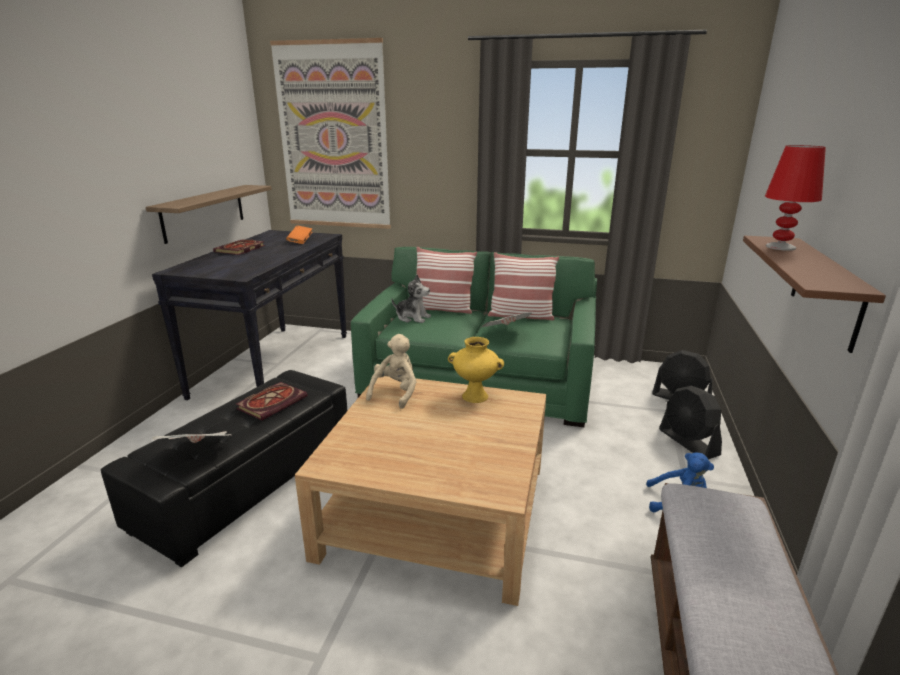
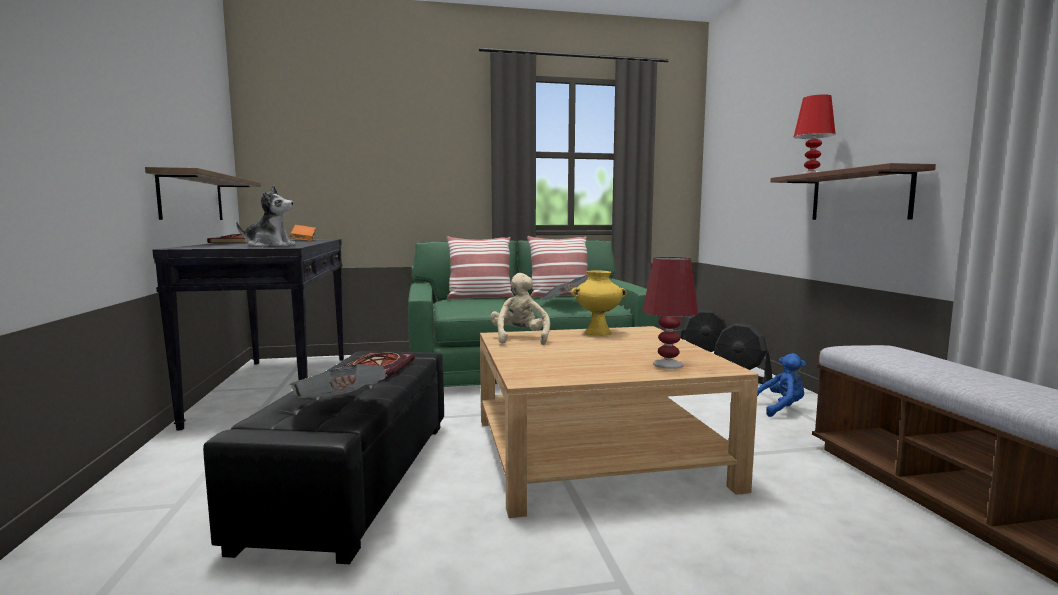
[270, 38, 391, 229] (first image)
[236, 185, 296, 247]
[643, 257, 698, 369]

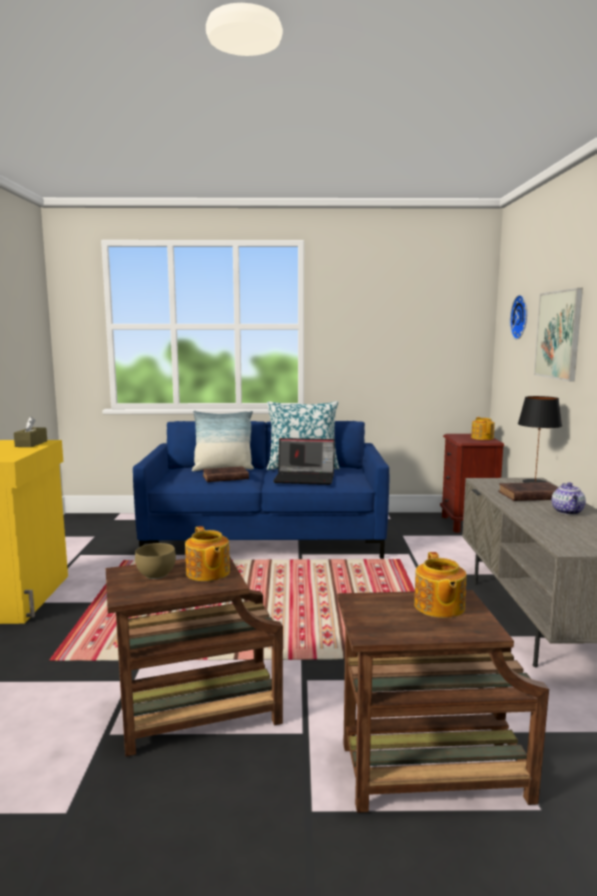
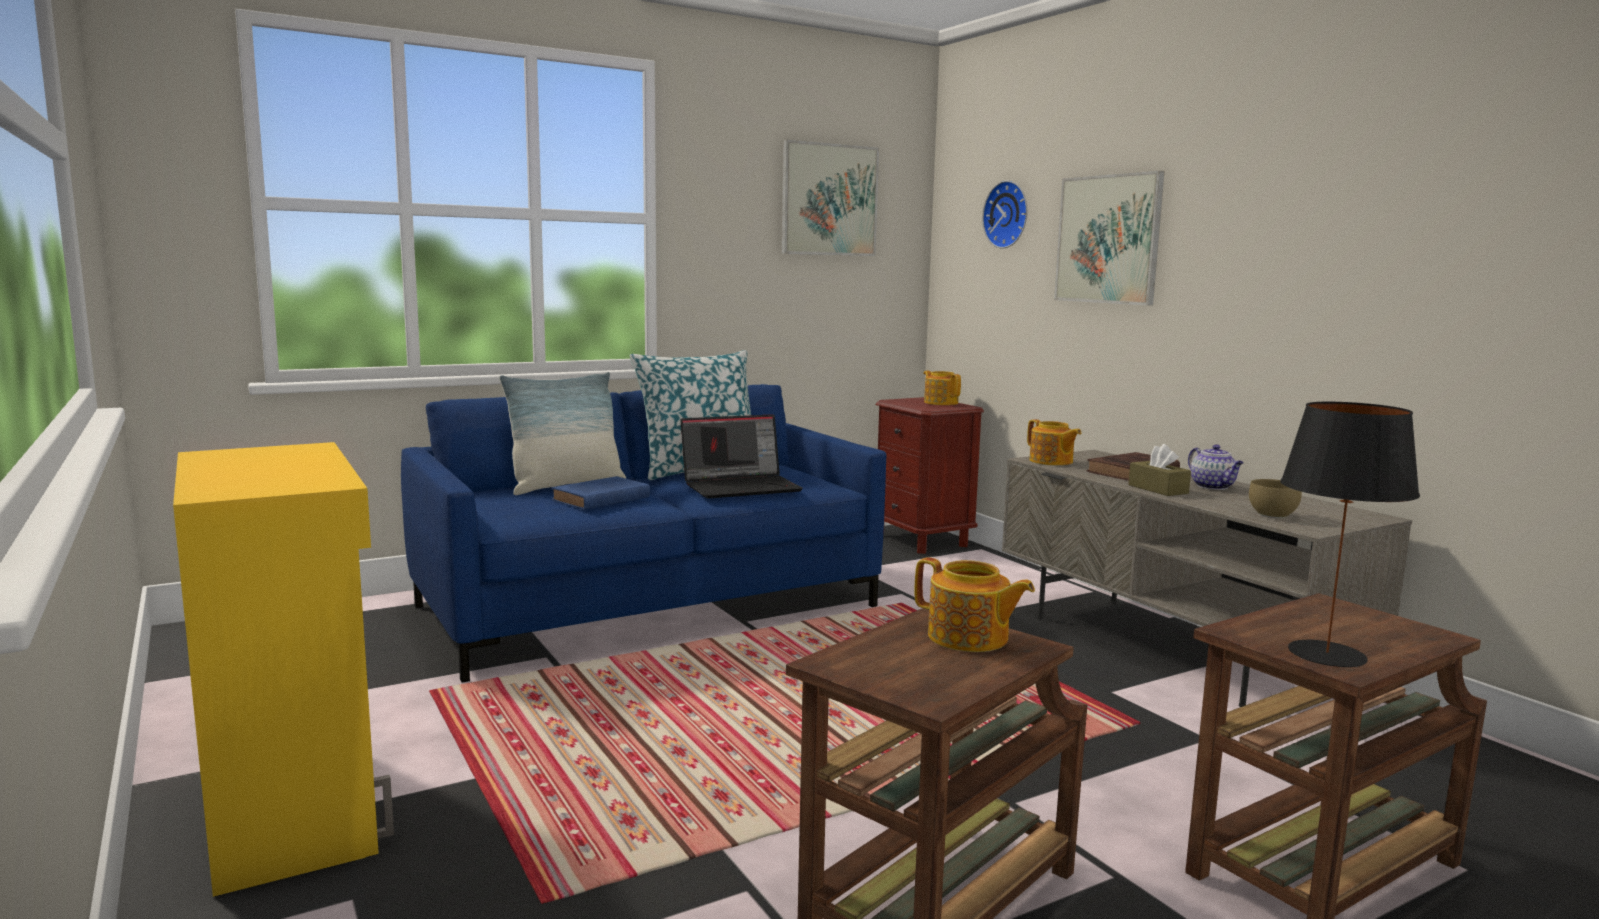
[1128, 444, 1191, 496]
[1249, 479, 1302, 518]
[552, 476, 650, 510]
[1027, 419, 1081, 466]
[1280, 402, 1420, 667]
[782, 140, 879, 256]

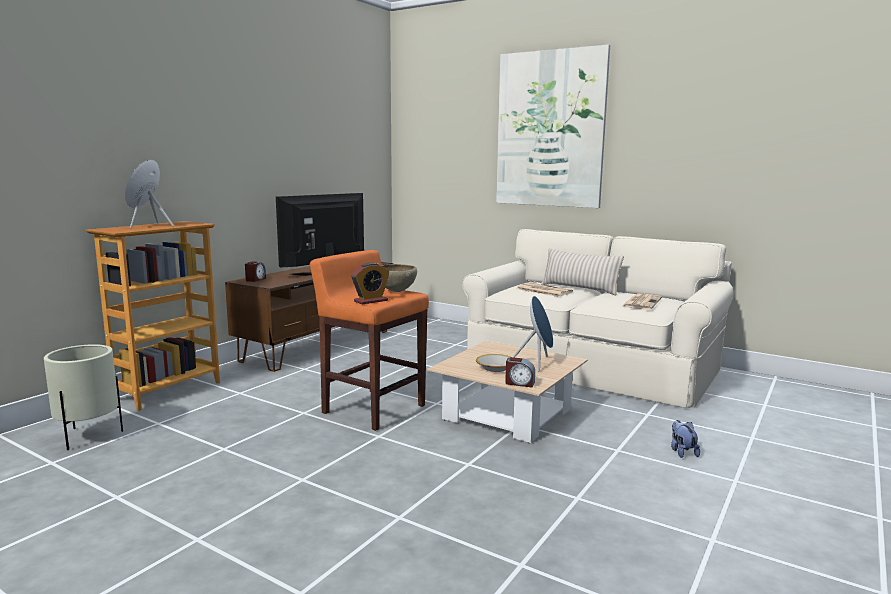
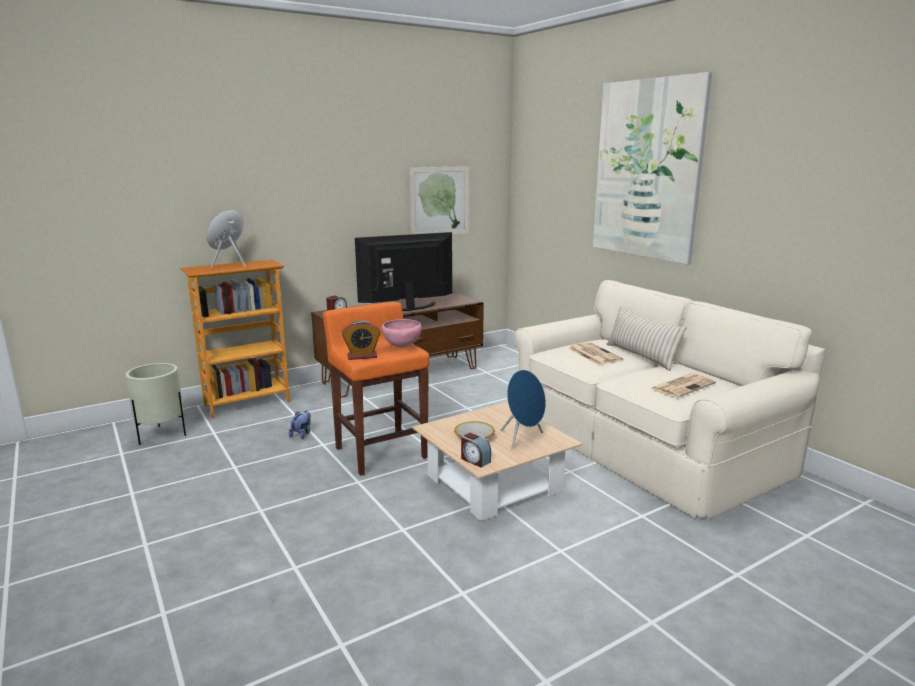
[382, 319, 422, 348]
[289, 411, 311, 439]
[410, 166, 469, 234]

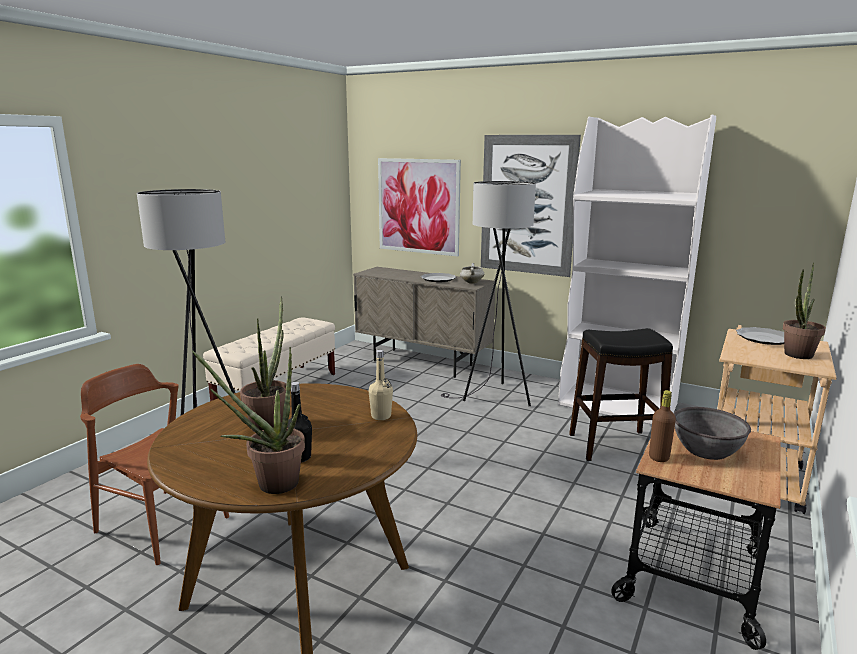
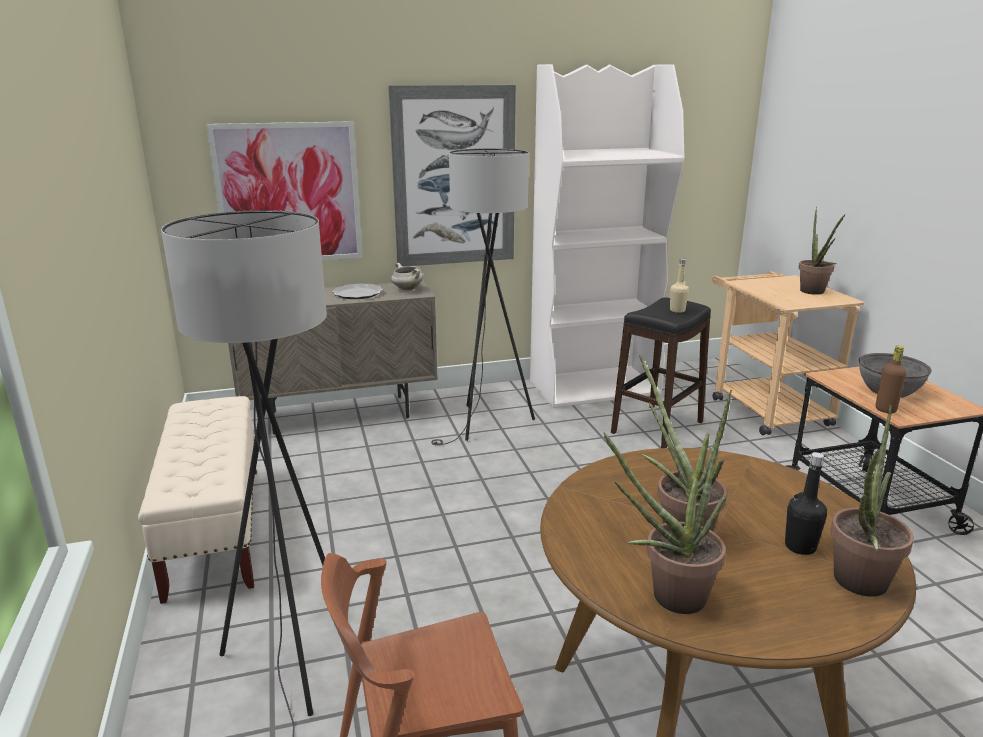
[670, 258, 689, 313]
[736, 327, 784, 345] (first image)
[603, 423, 726, 614]

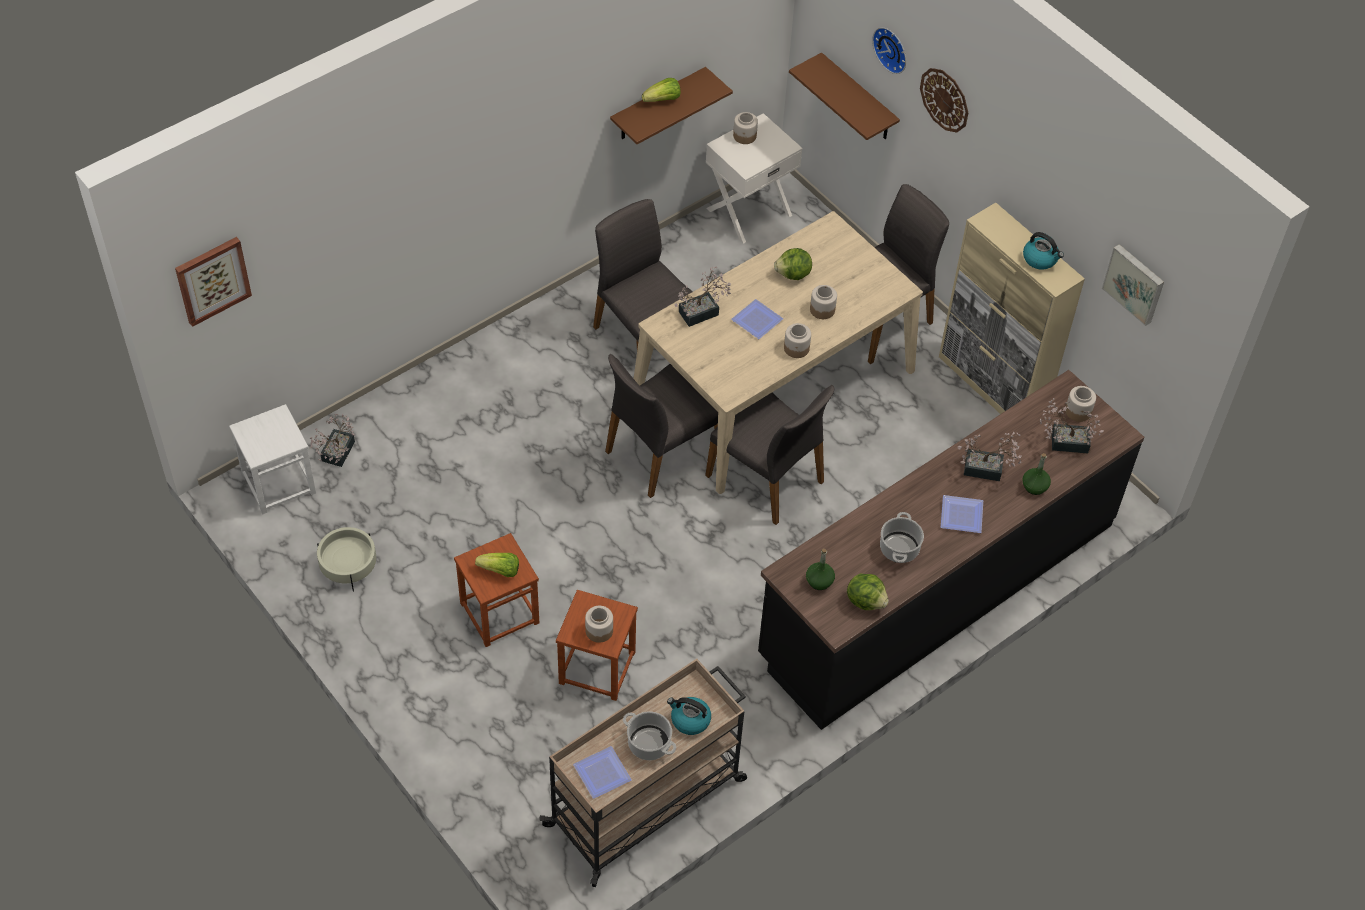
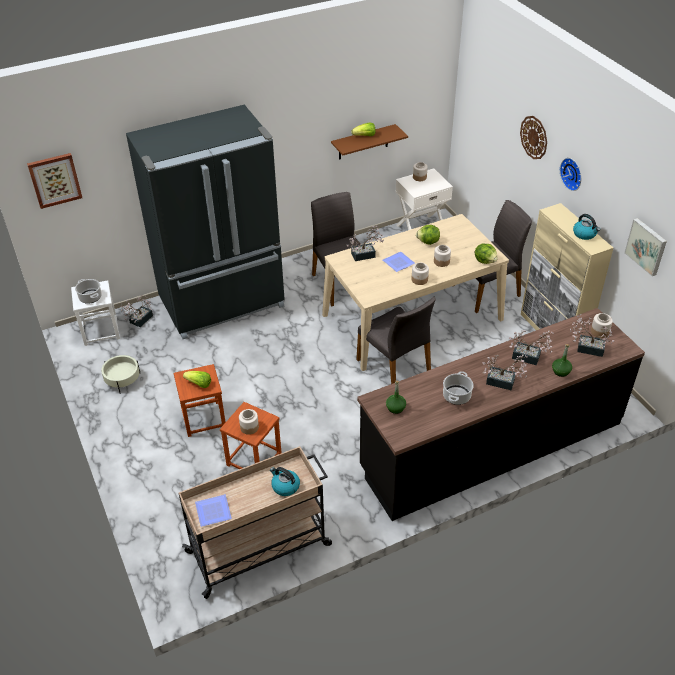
[605, 354, 718, 498] (first image)
[75, 279, 102, 304]
[789, 52, 900, 140] (first image)
[475, 244, 498, 264]
[560, 158, 581, 191]
[482, 355, 528, 390]
[126, 105, 285, 339]

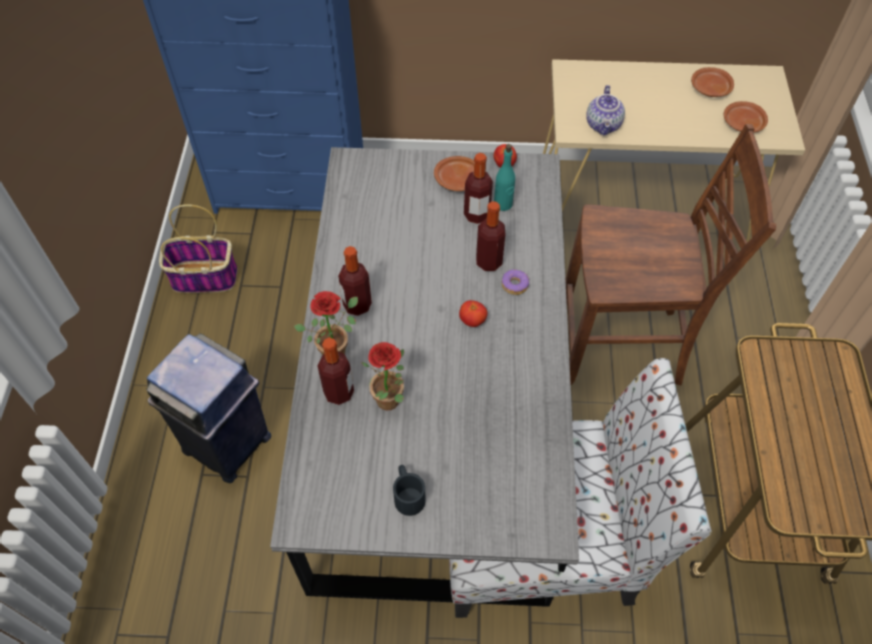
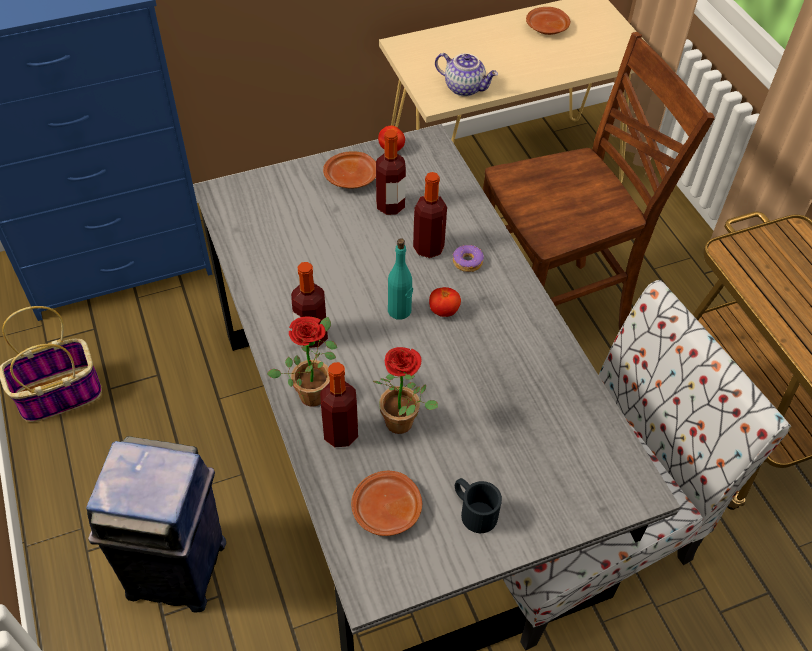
[388, 238, 413, 320]
[435, 53, 498, 97]
[351, 471, 422, 536]

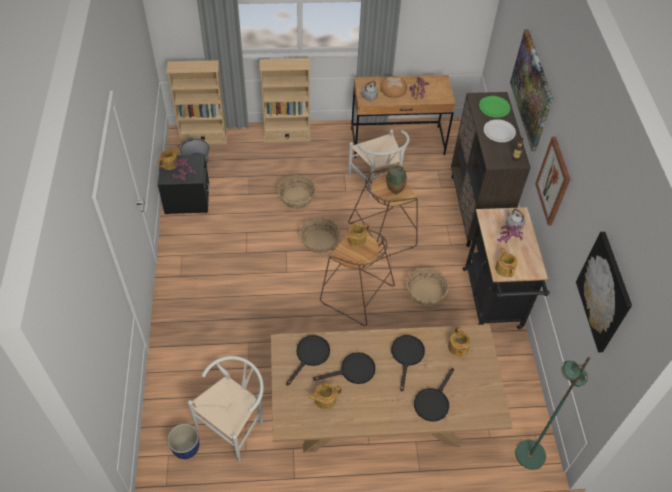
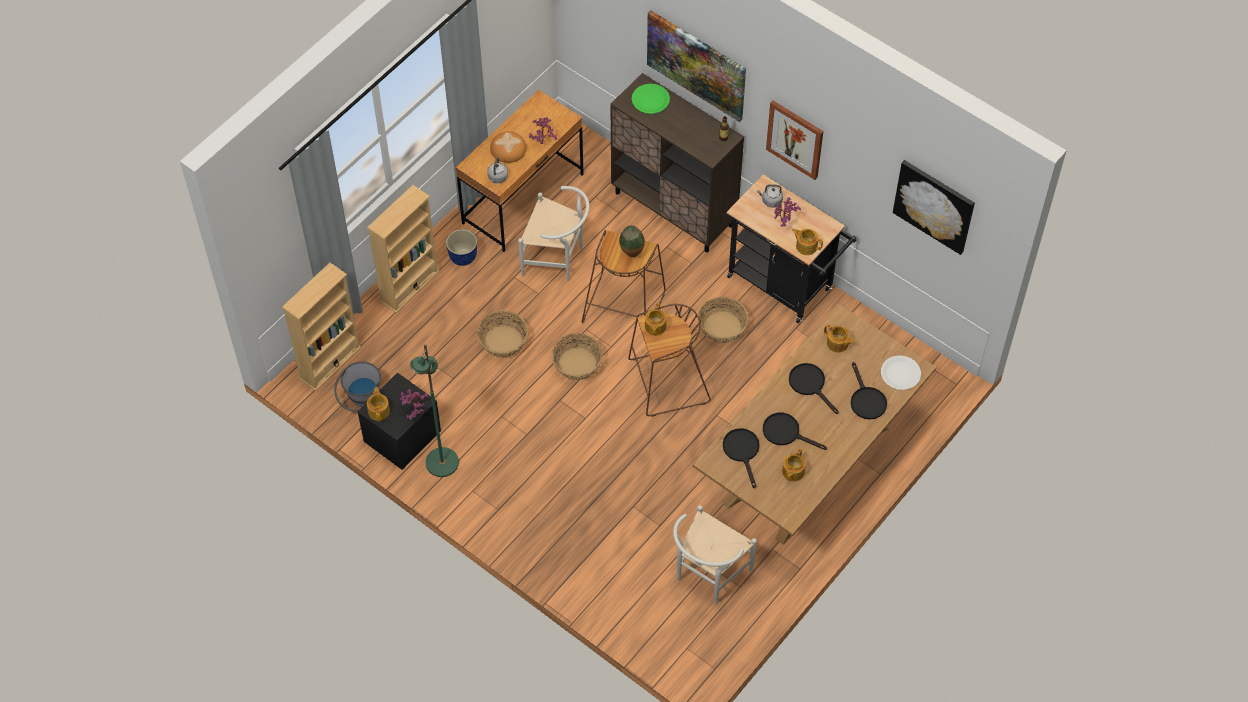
[446, 229, 477, 266]
[673, 505, 757, 604]
[763, 413, 827, 450]
[881, 356, 921, 390]
[410, 344, 459, 477]

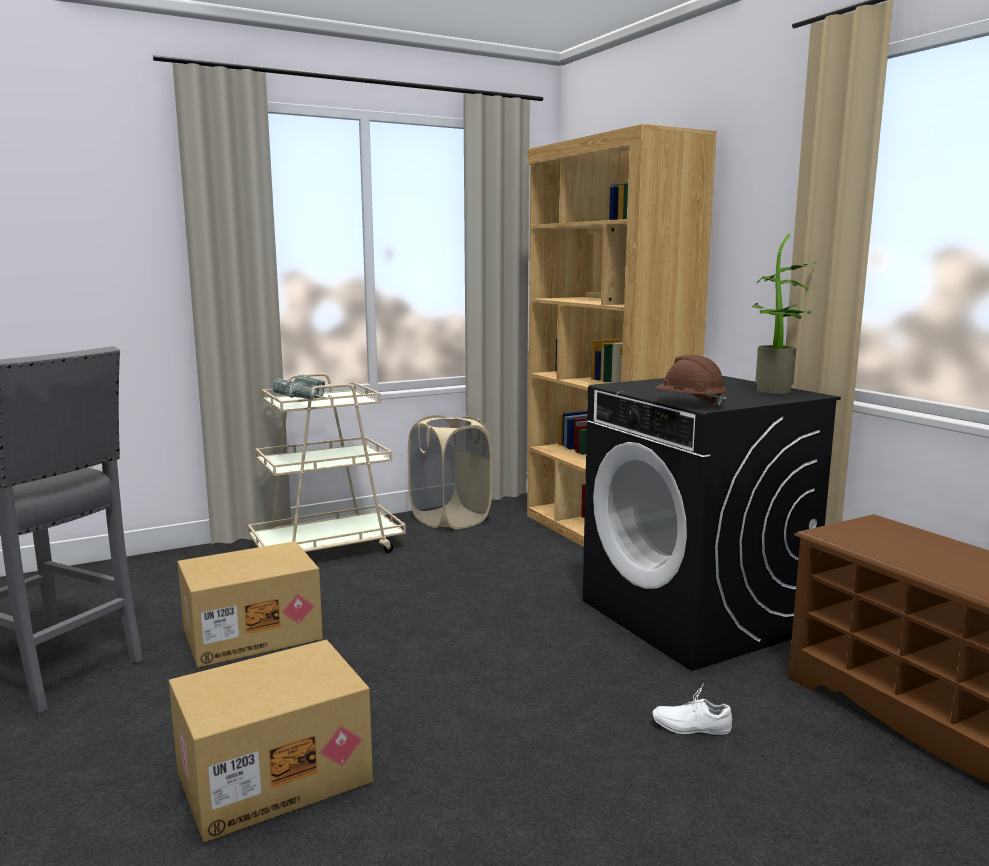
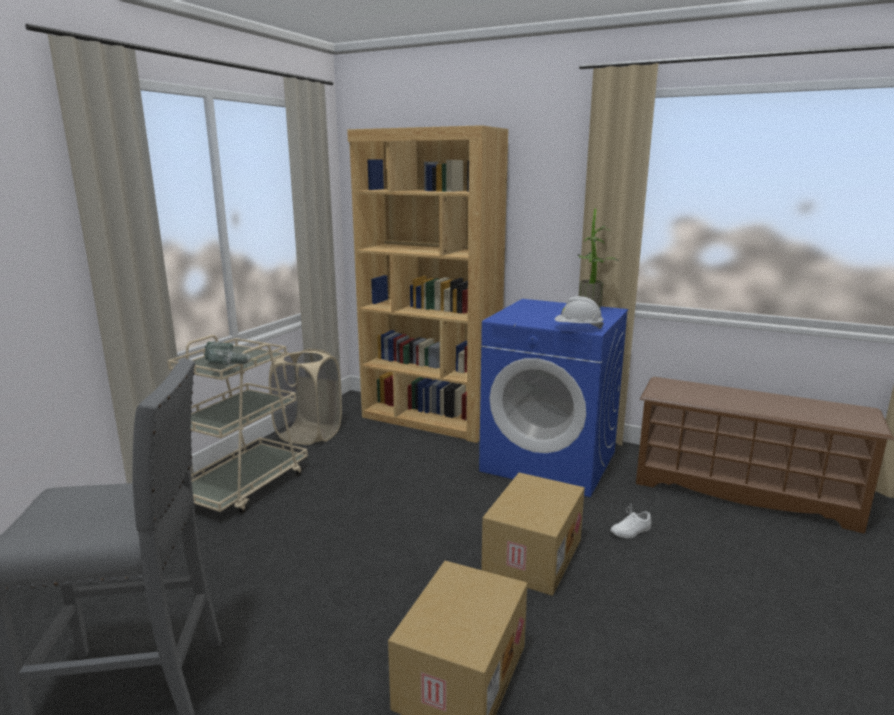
[481, 473, 585, 596]
[479, 299, 628, 497]
[555, 296, 604, 329]

